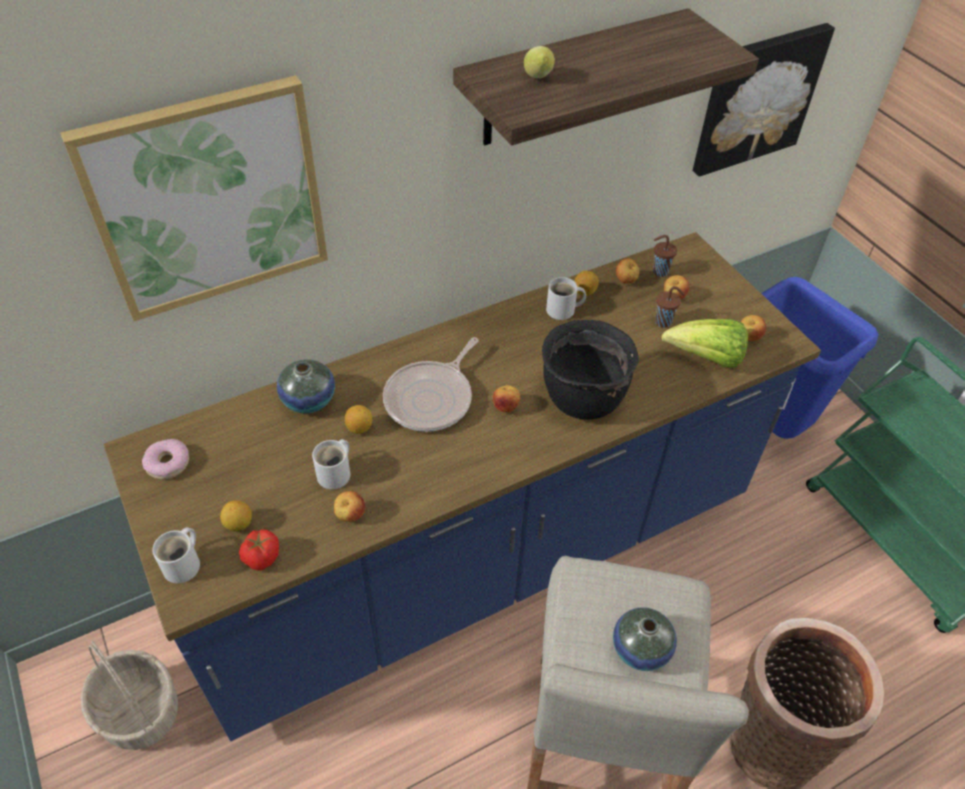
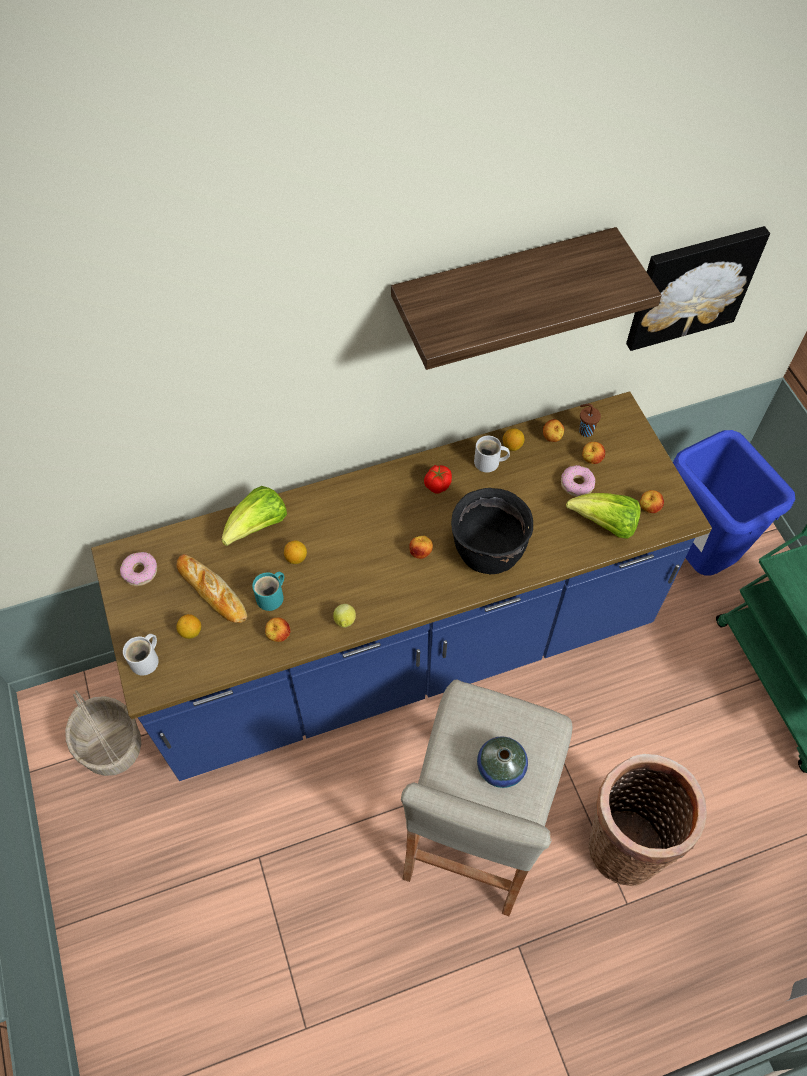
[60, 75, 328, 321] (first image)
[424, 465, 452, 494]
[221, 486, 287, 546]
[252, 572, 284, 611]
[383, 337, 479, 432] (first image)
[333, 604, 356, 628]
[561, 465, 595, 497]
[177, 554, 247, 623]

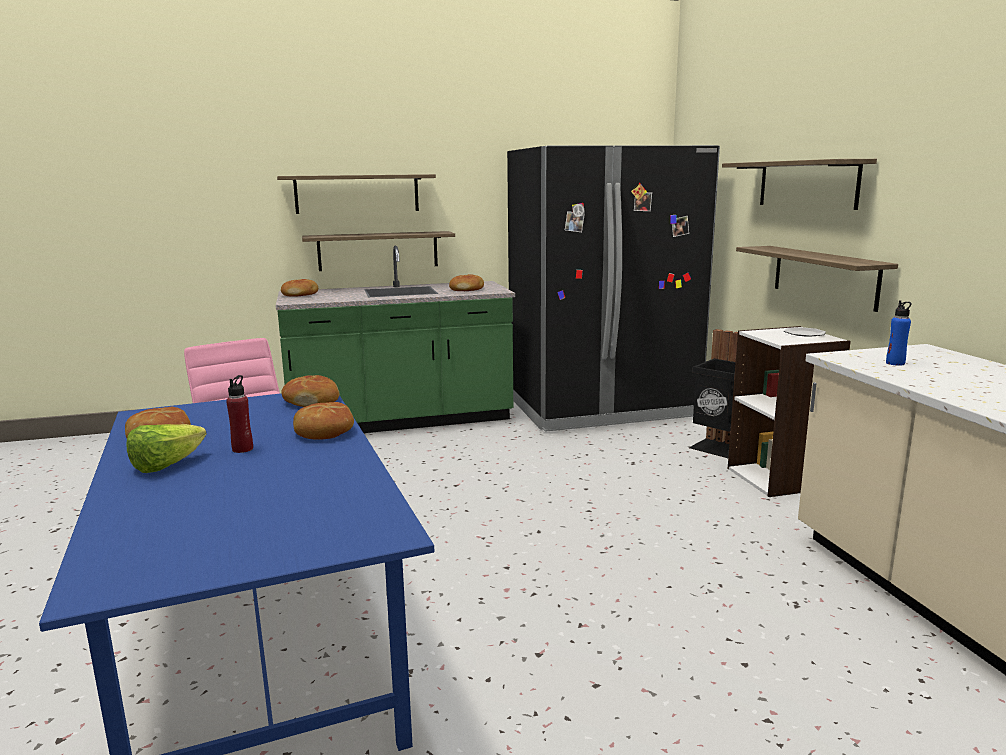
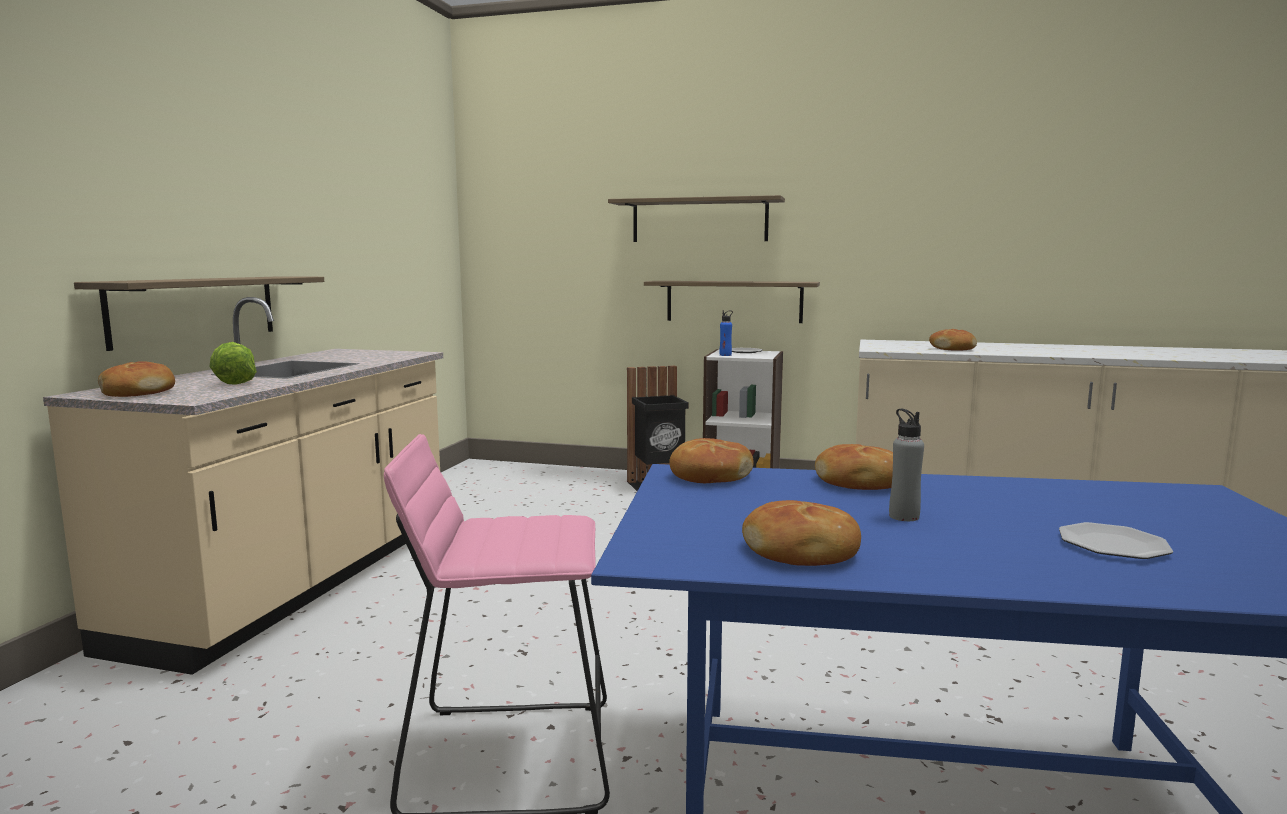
[209, 342, 257, 385]
[889, 408, 924, 521]
[43, 297, 443, 675]
[277, 174, 436, 214] (first image)
[929, 329, 977, 351]
[507, 145, 720, 432] (first image)
[720, 310, 733, 356]
[1059, 522, 1173, 559]

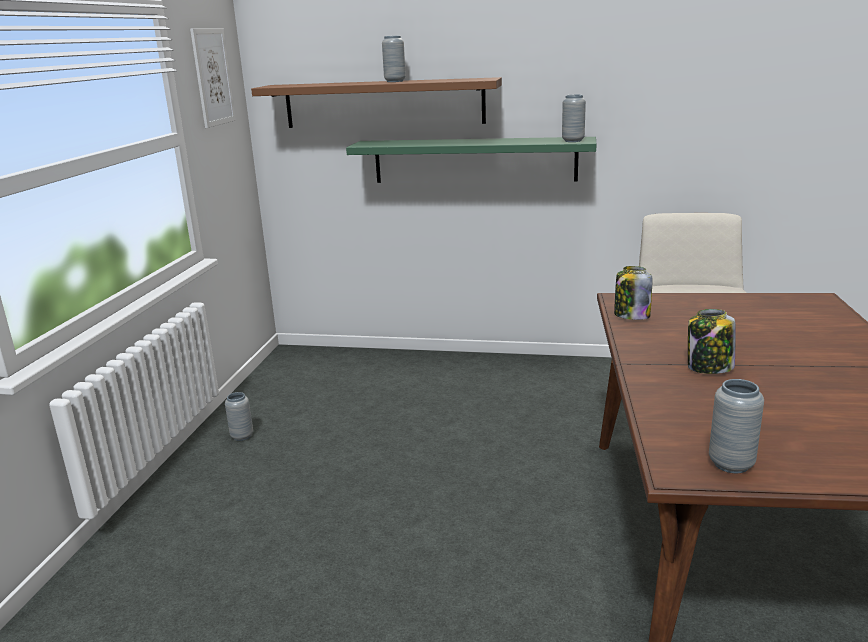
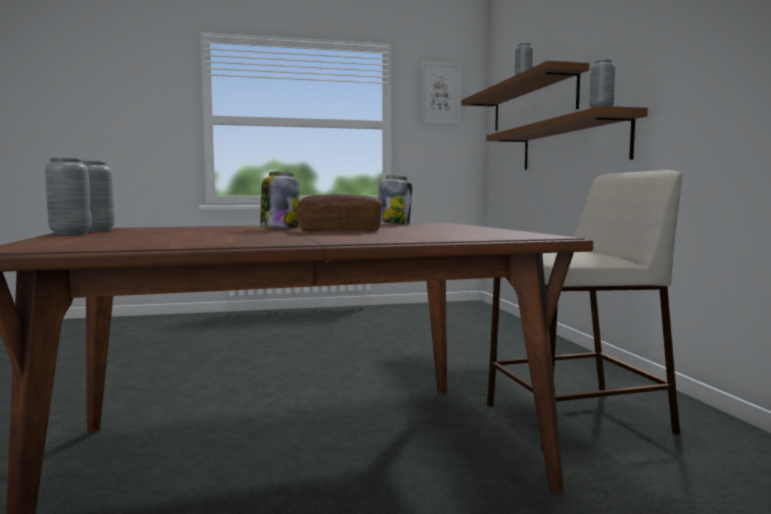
[45, 158, 92, 235]
[486, 106, 648, 170]
[297, 194, 383, 231]

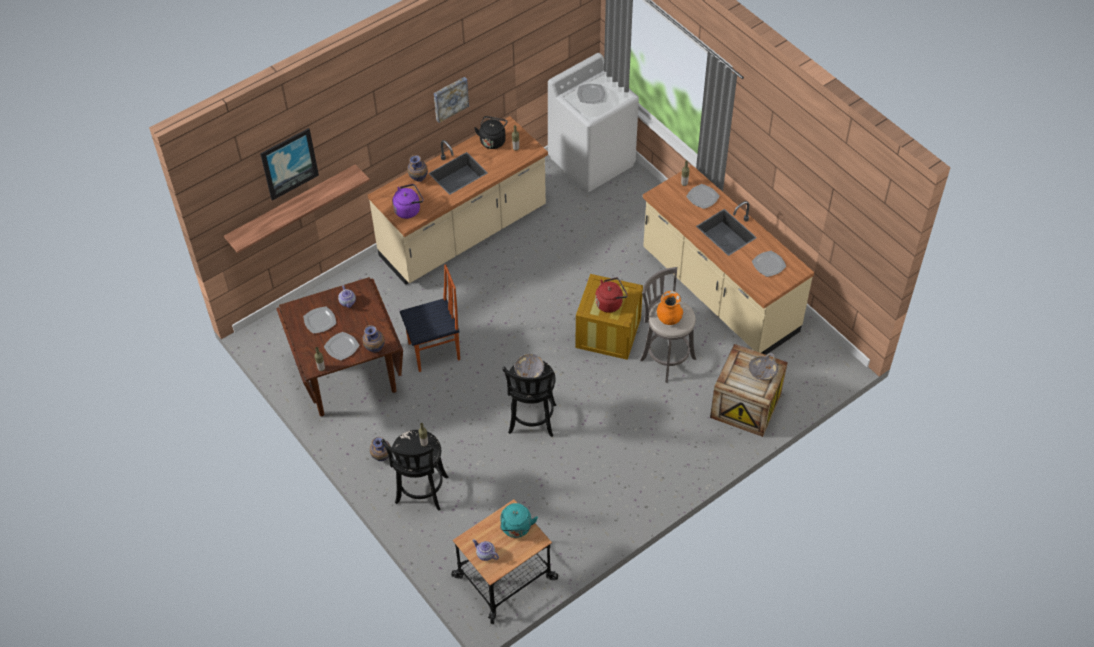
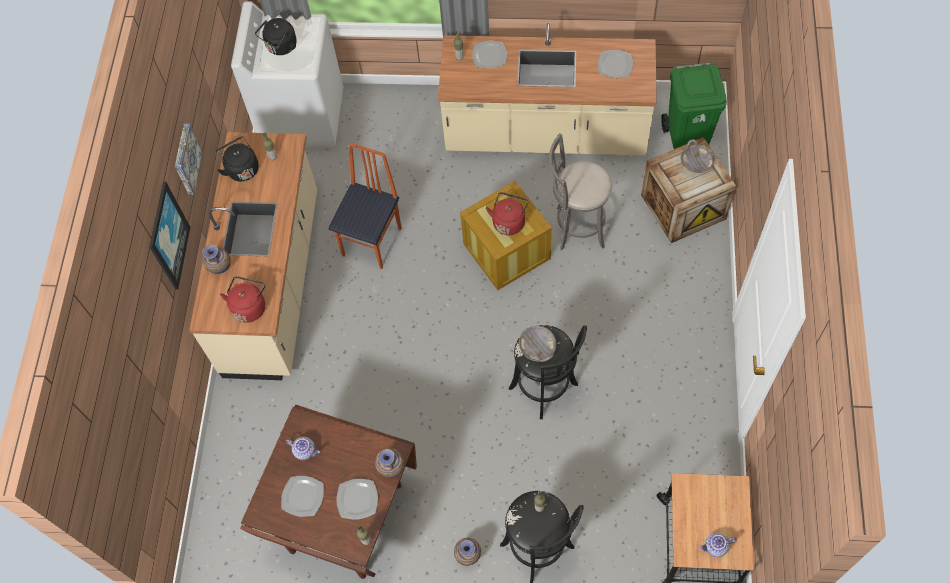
[224, 164, 370, 253] (first image)
[149, 182, 190, 290]
[220, 276, 265, 323]
[328, 143, 402, 269]
[500, 503, 538, 538] (first image)
[255, 18, 297, 55]
[657, 291, 683, 325] (first image)
[661, 62, 727, 149]

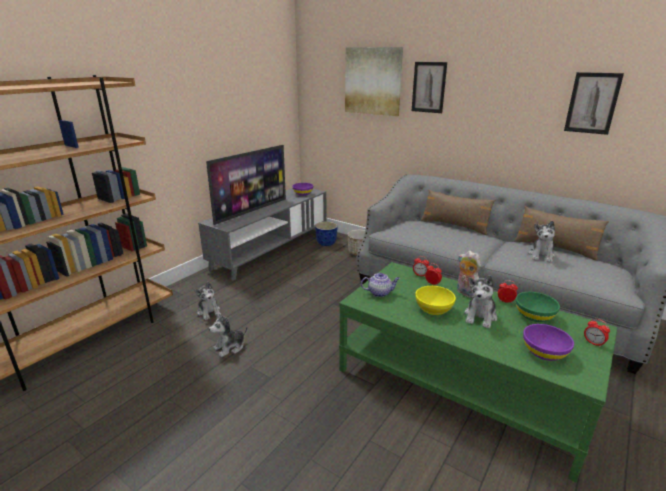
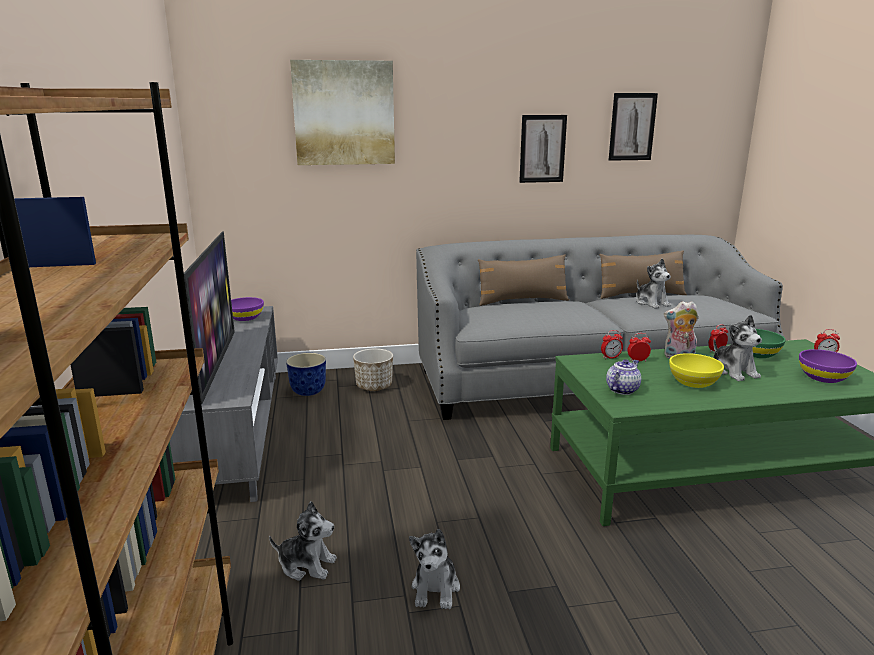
[519, 115, 567, 183]

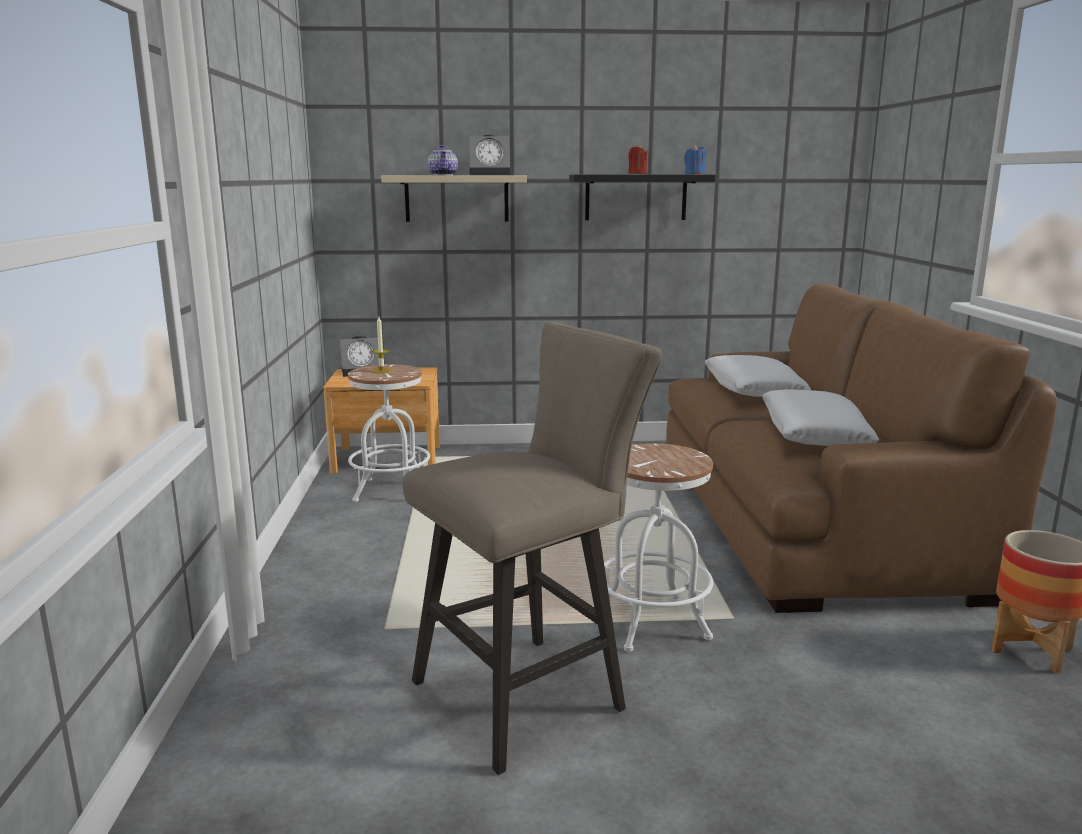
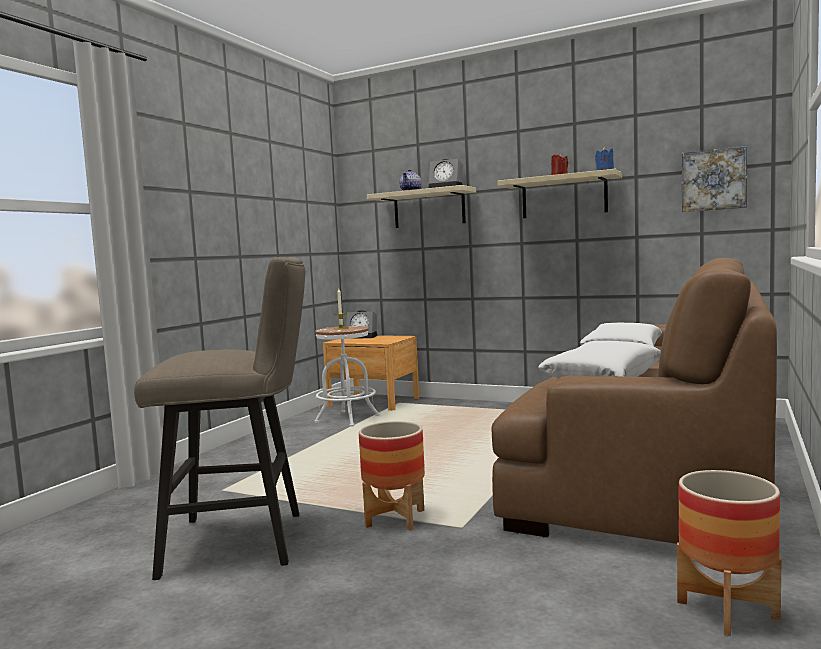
[497, 169, 622, 218]
[359, 421, 425, 531]
[682, 146, 747, 212]

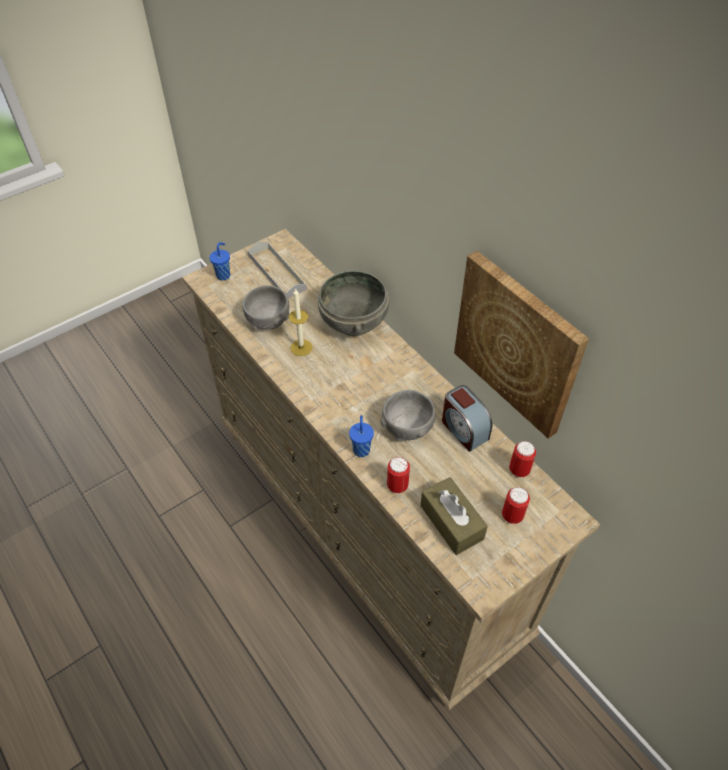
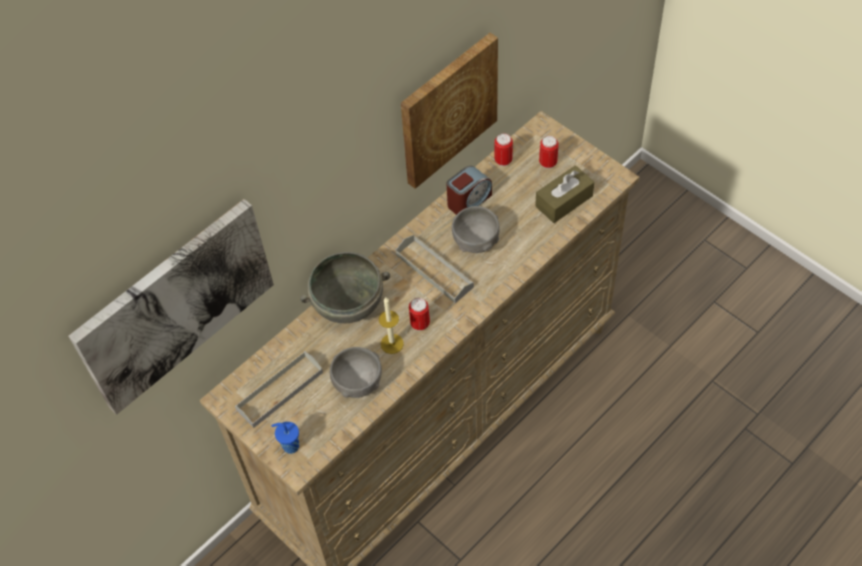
[349, 415, 374, 457] (first image)
[409, 298, 430, 331]
[69, 199, 274, 415]
[395, 235, 474, 303]

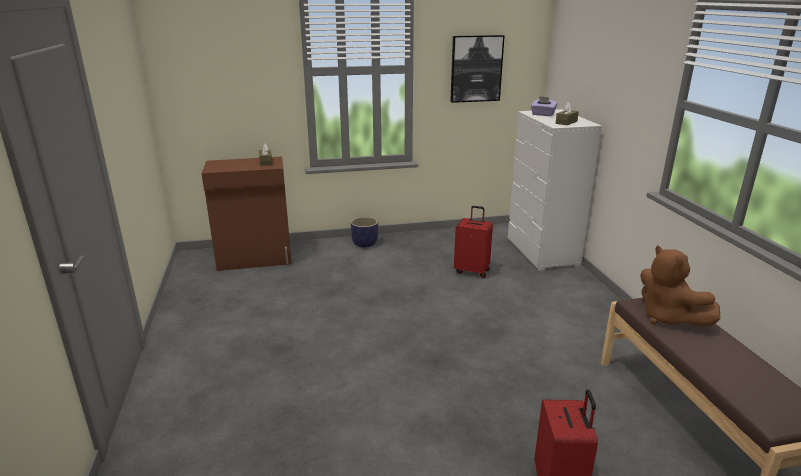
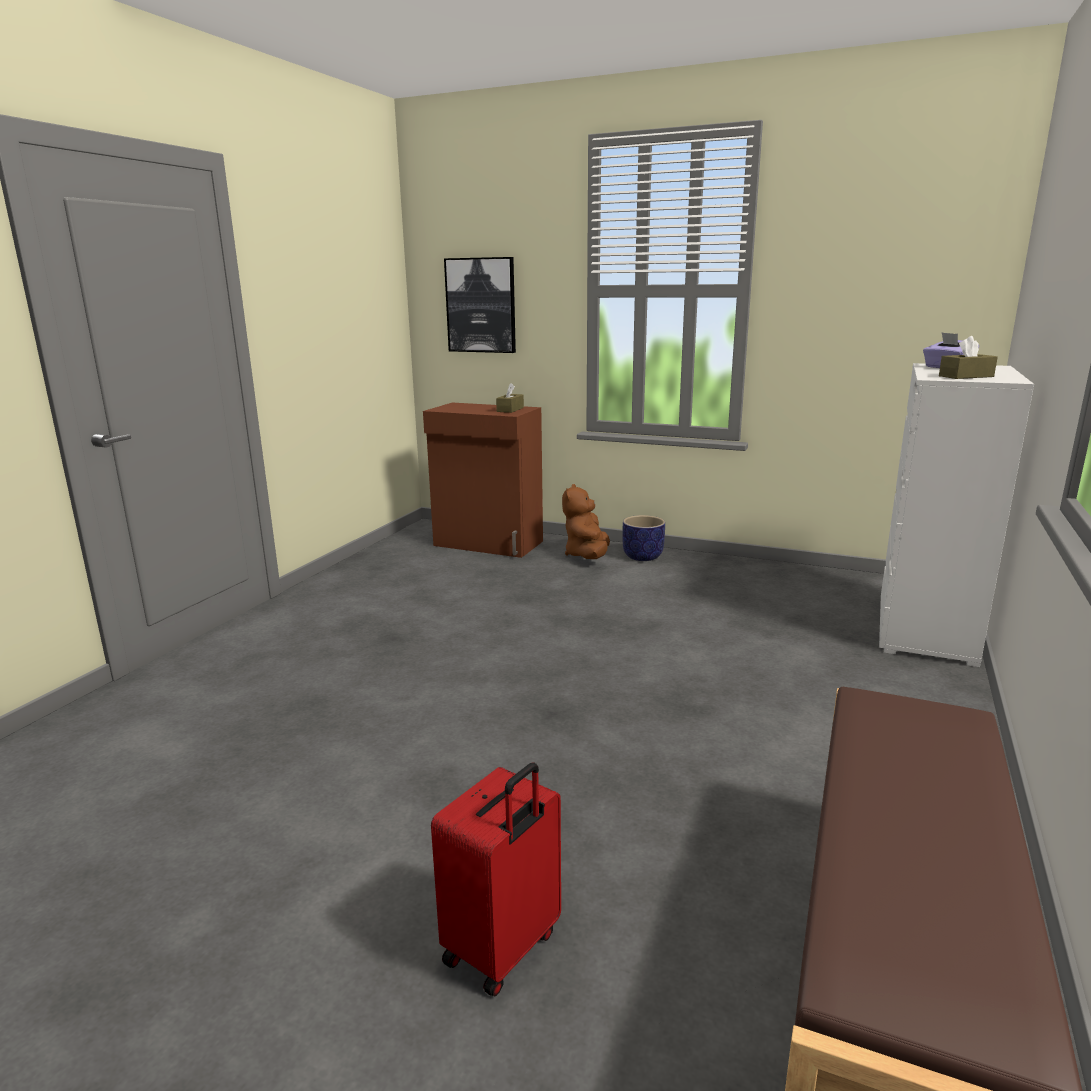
[444, 257, 516, 353]
[454, 206, 493, 278] (first image)
[562, 484, 610, 559]

